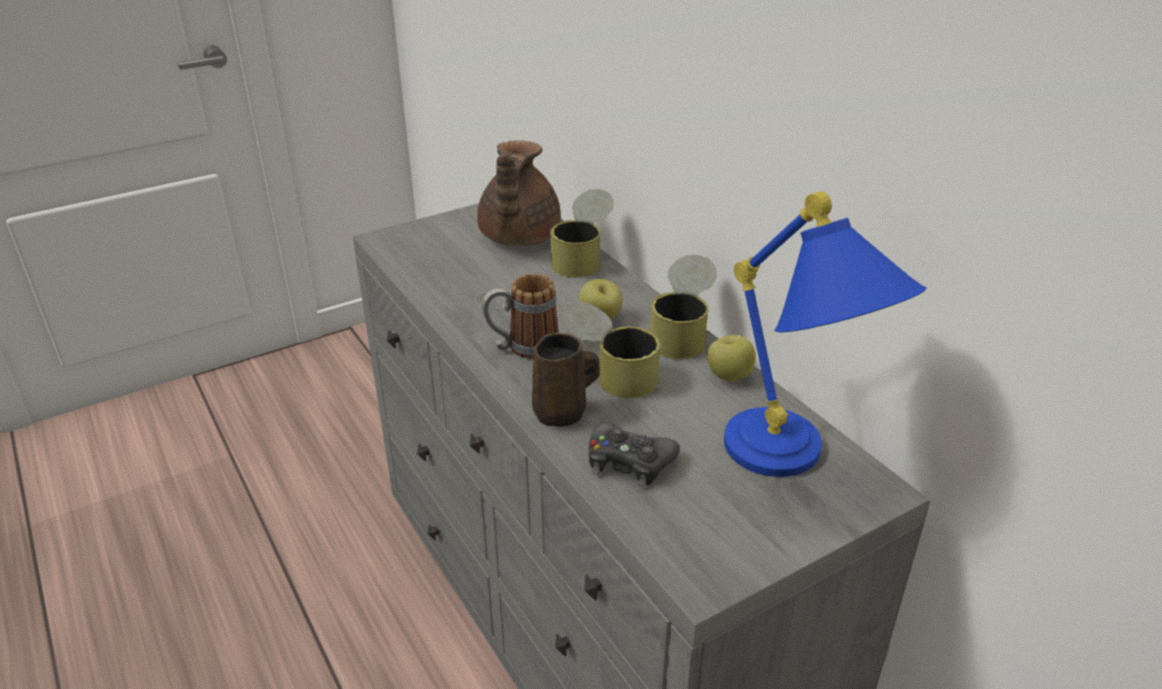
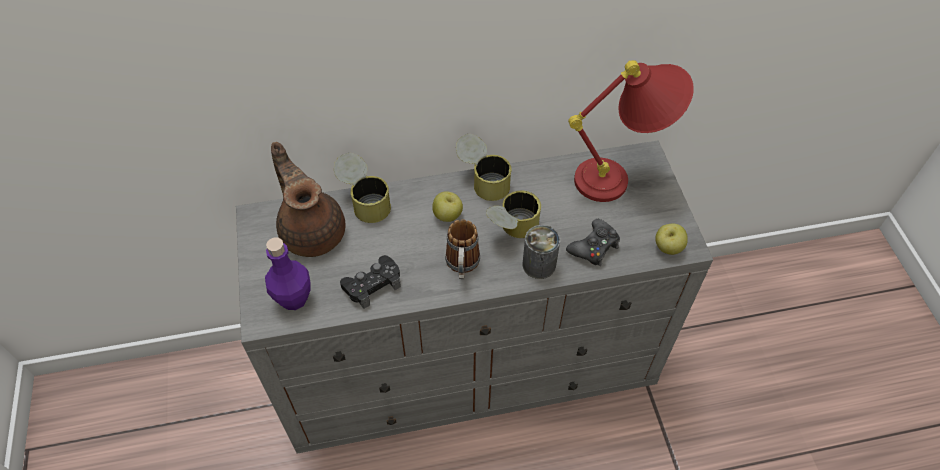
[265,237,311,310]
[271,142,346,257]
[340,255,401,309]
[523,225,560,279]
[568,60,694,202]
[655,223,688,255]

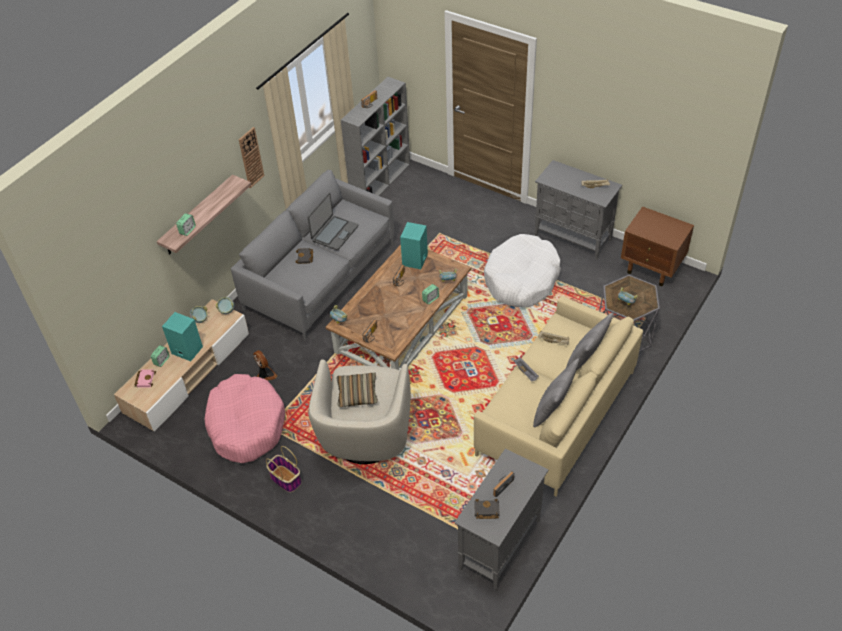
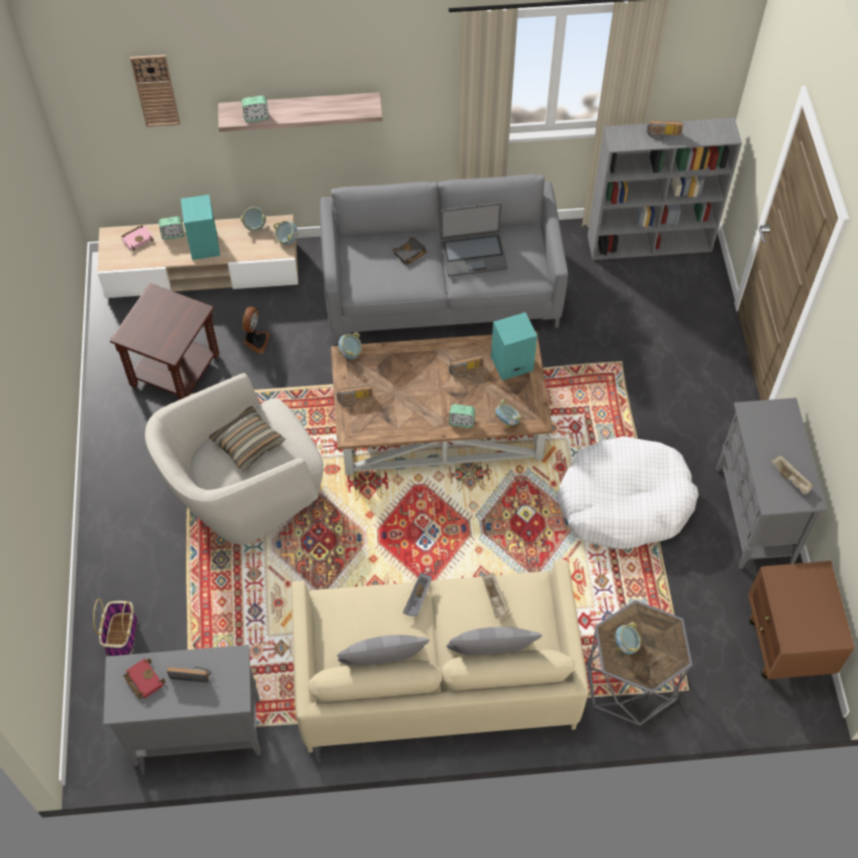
[93,599,137,656]
[110,283,219,400]
[123,658,166,699]
[130,55,180,127]

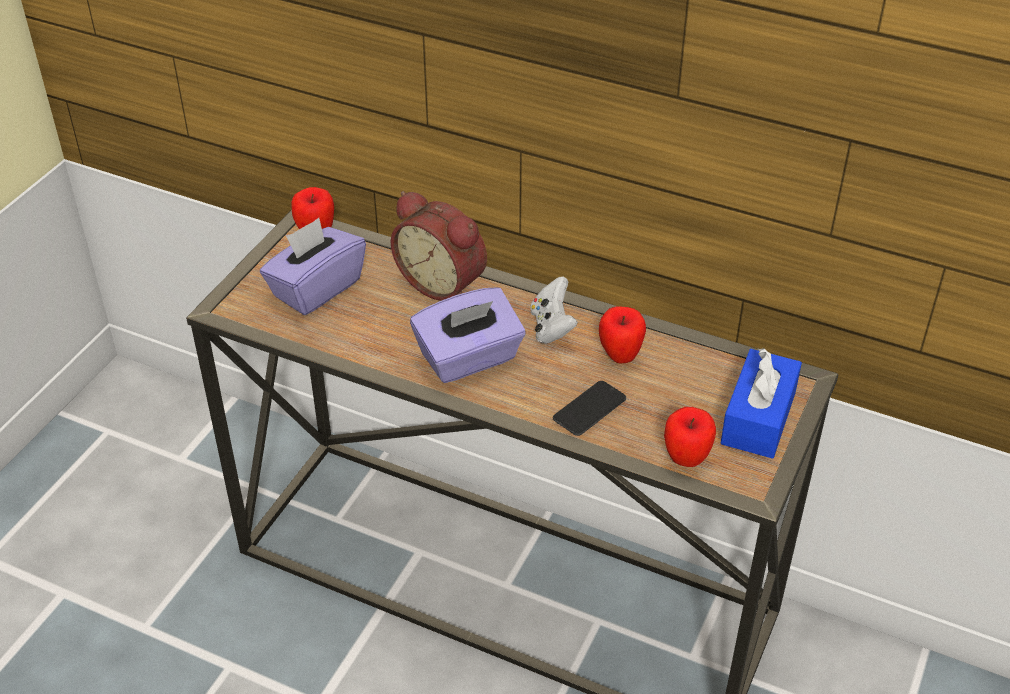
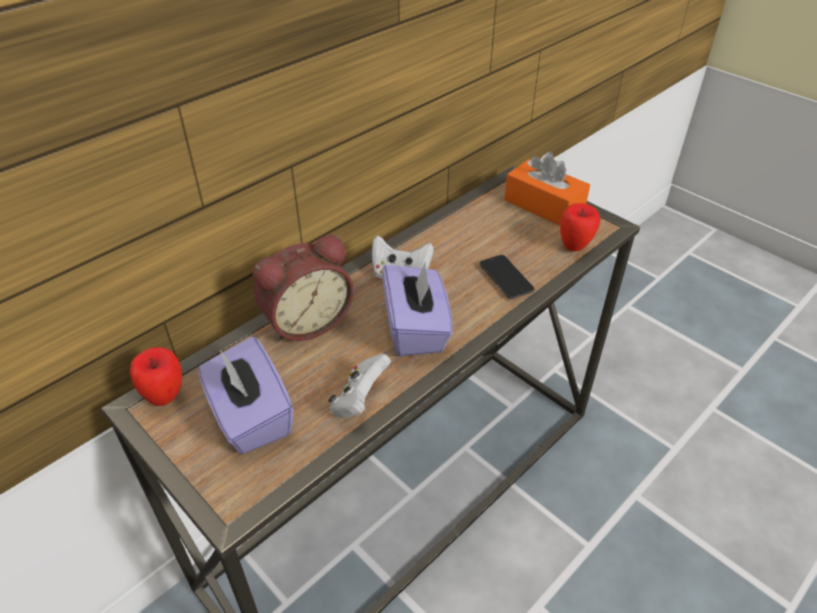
[328,354,391,418]
[504,152,590,226]
[599,306,646,364] (first image)

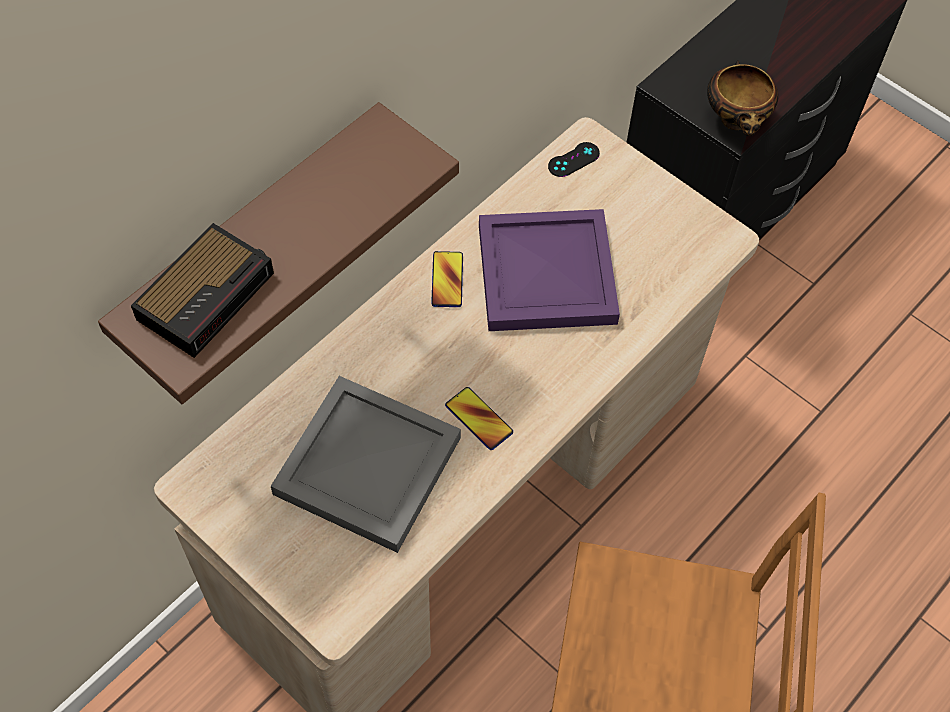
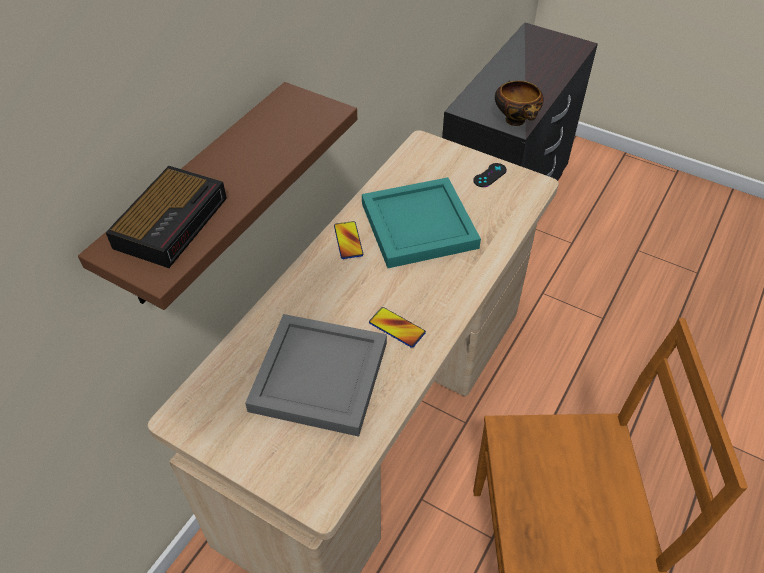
[362,177,481,268]
[473,163,507,187]

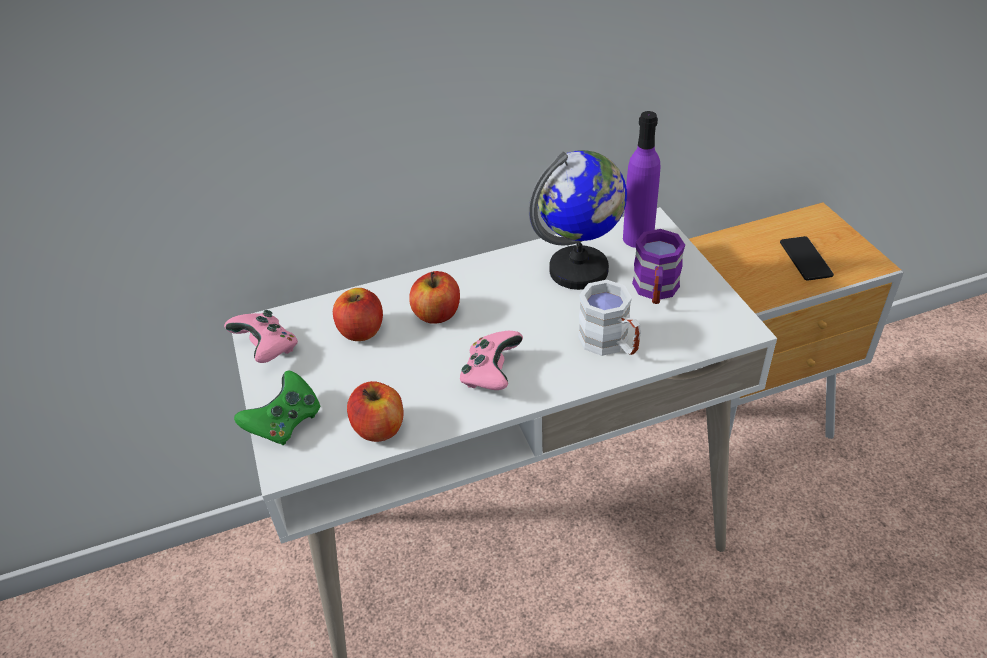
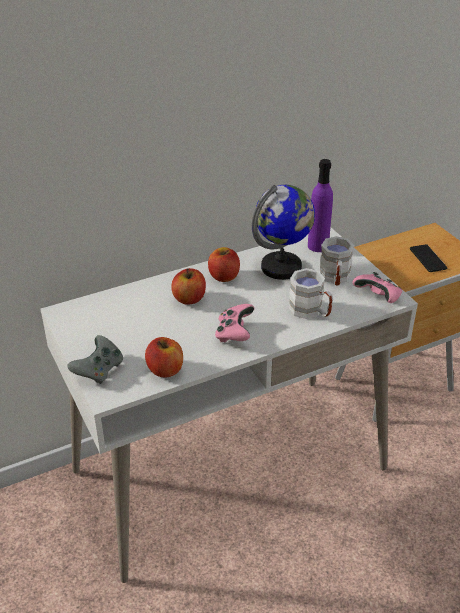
[67,335,123,384]
[208,247,240,282]
[319,236,354,285]
[352,272,402,303]

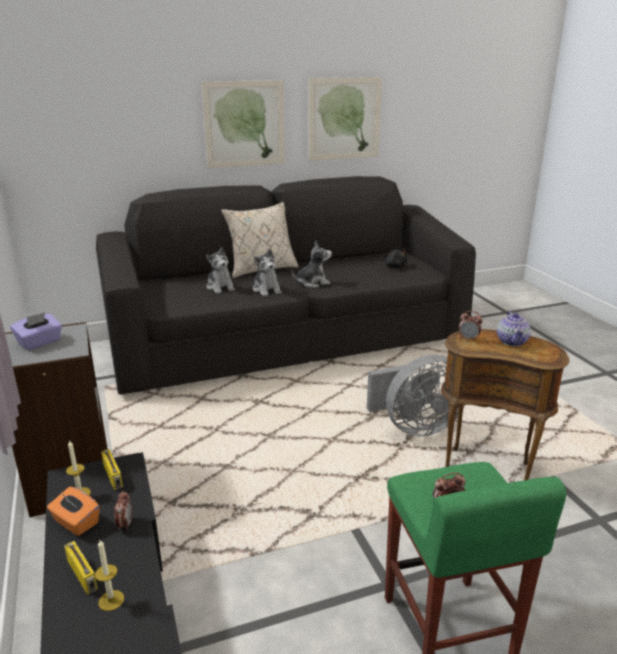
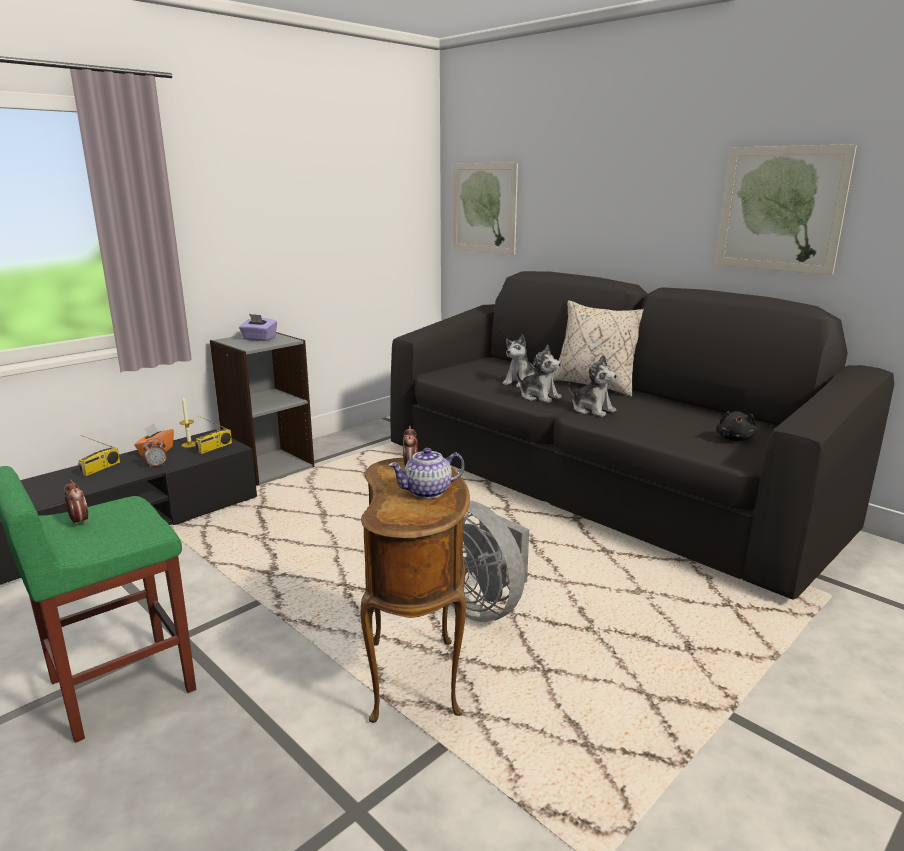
[453,163,518,255]
[517,345,561,403]
[95,540,124,611] (first image)

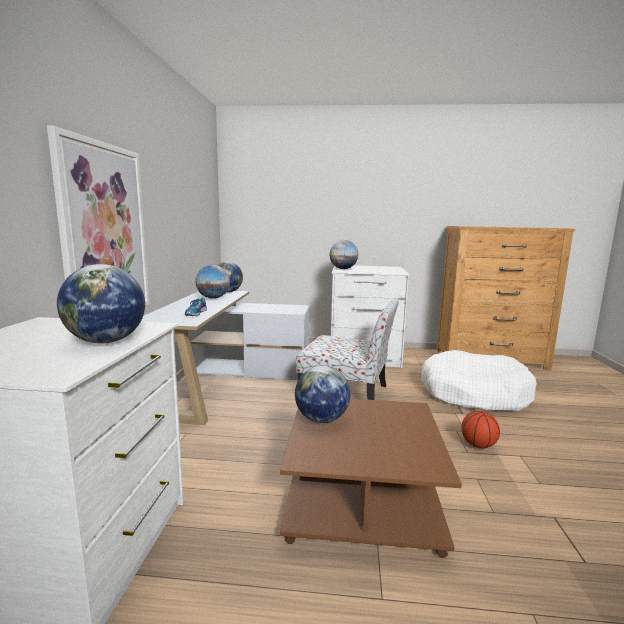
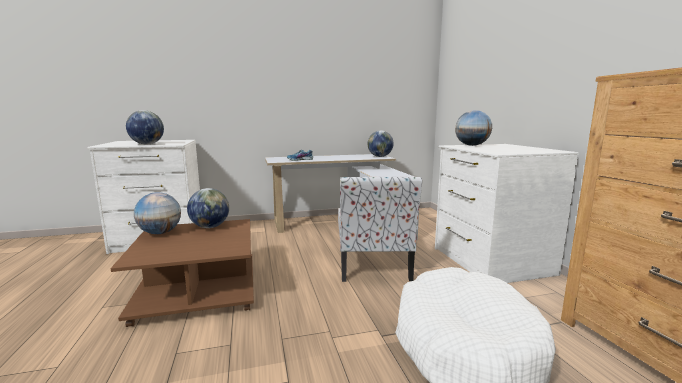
[134,192,181,234]
[47,126,149,306] (first image)
[461,411,500,448] (first image)

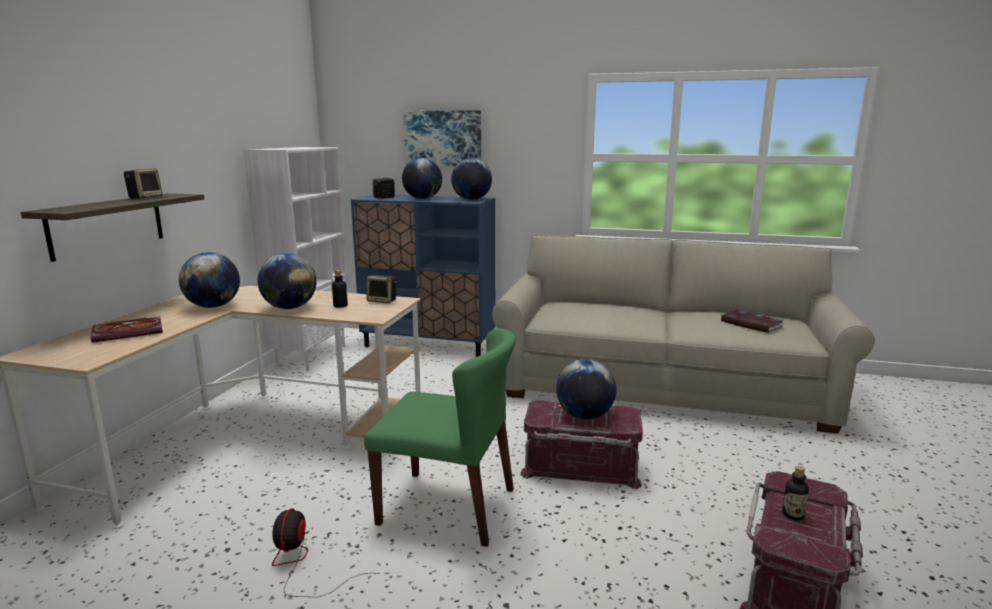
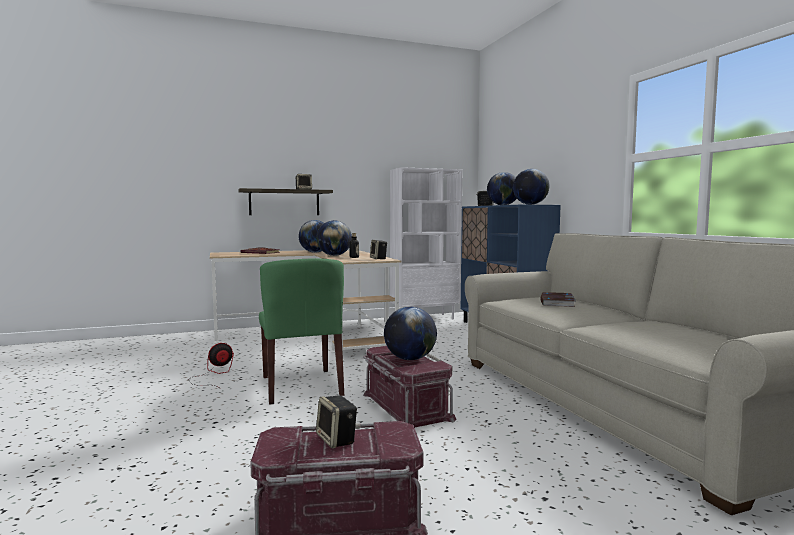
[316,395,357,448]
[540,292,576,307]
[403,110,481,166] (first image)

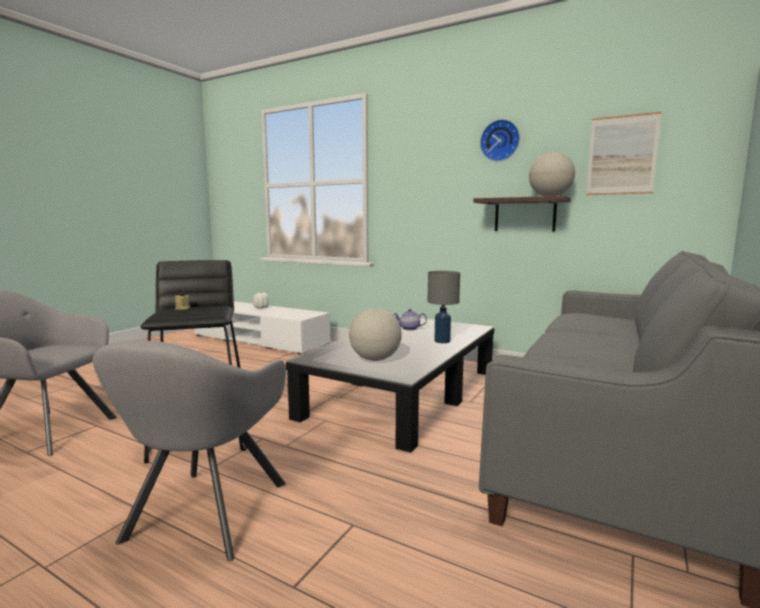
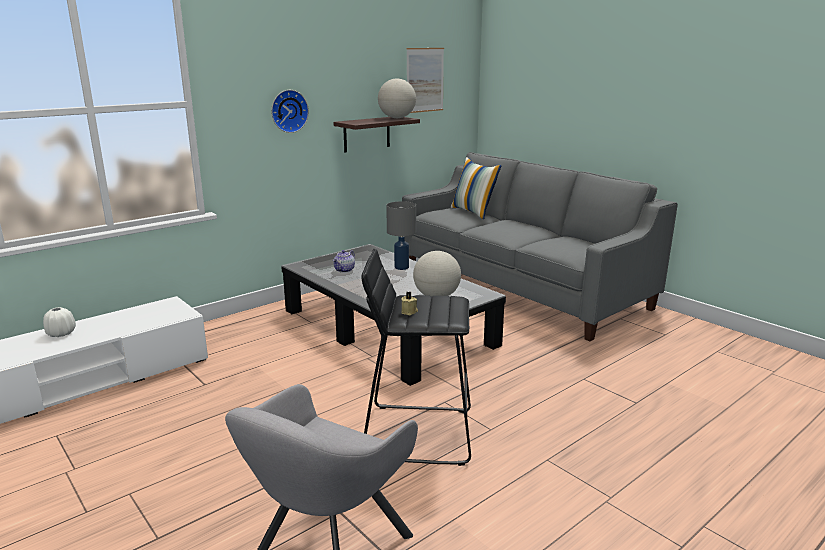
[271,90,309,133]
[451,157,501,219]
[93,340,286,561] (first image)

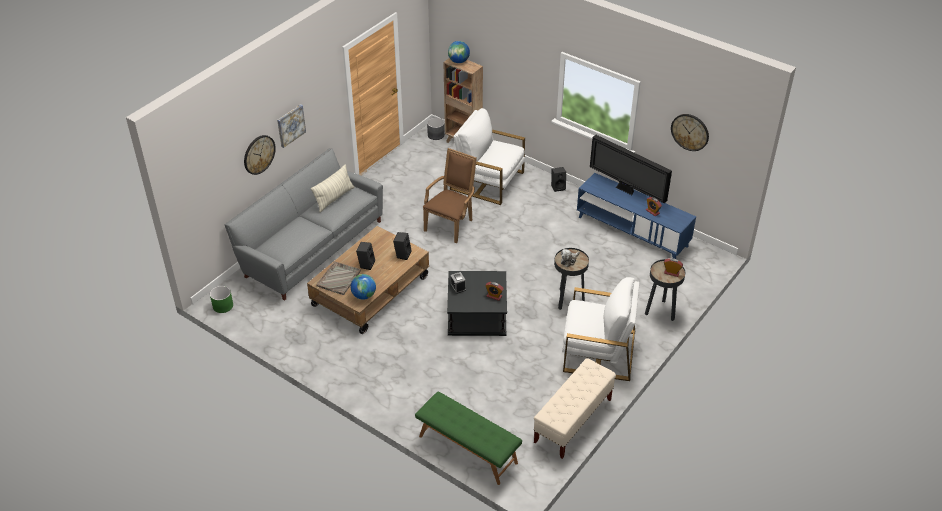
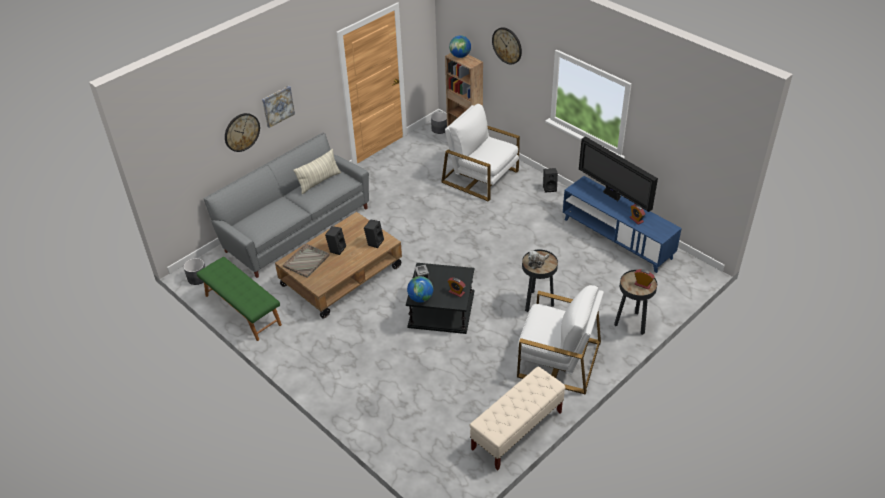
[183,258,205,285]
[196,257,282,341]
[407,276,433,303]
[492,27,522,64]
[423,148,477,243] (first image)

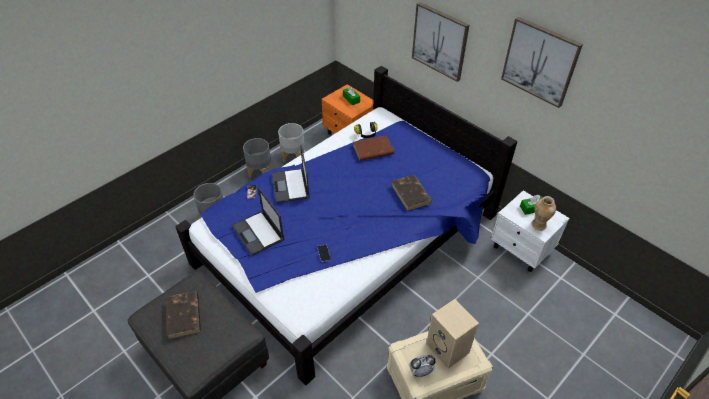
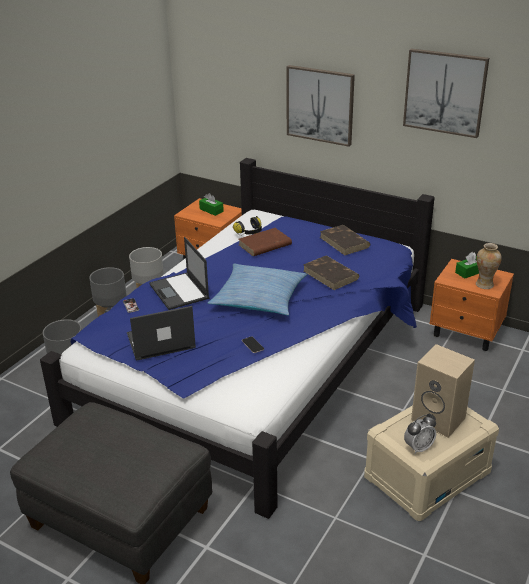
[127,306,196,361]
[208,263,307,315]
[320,225,370,255]
[430,259,514,351]

